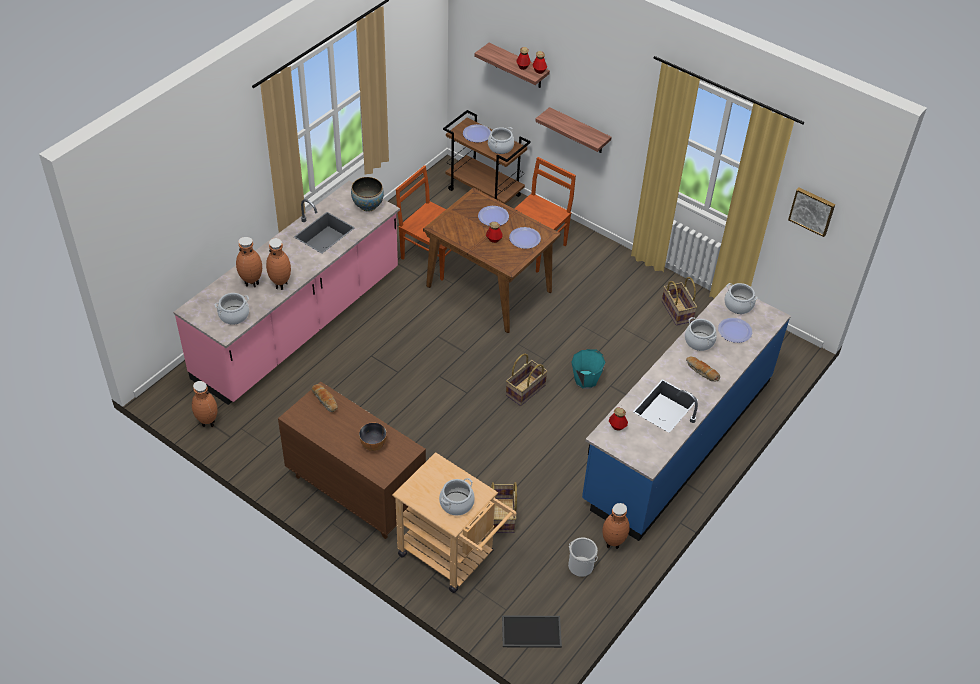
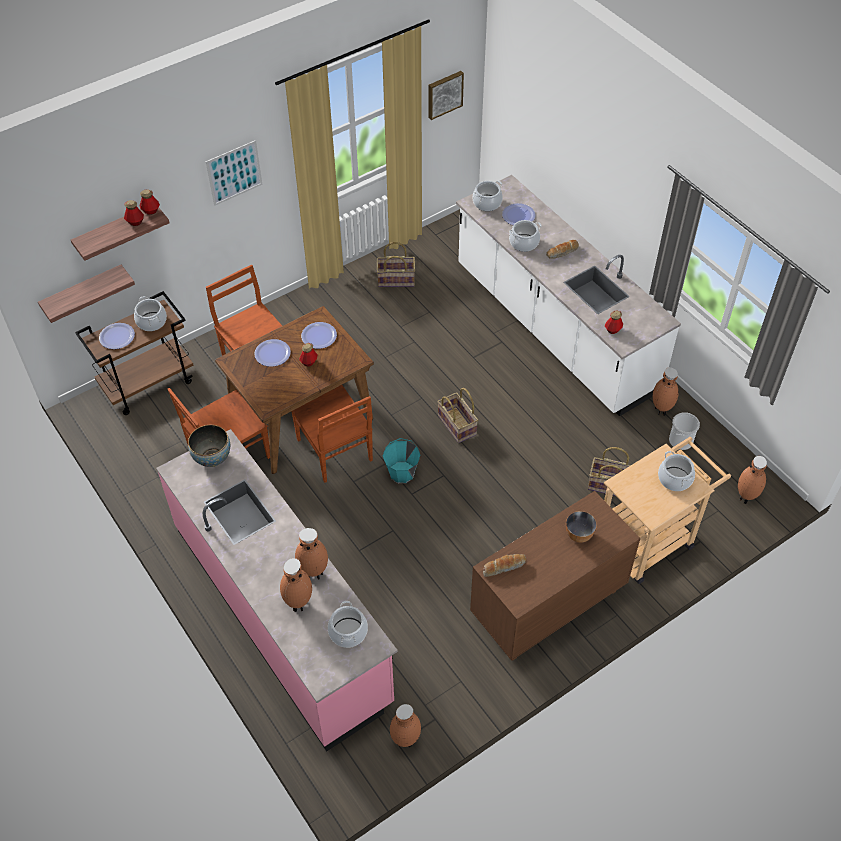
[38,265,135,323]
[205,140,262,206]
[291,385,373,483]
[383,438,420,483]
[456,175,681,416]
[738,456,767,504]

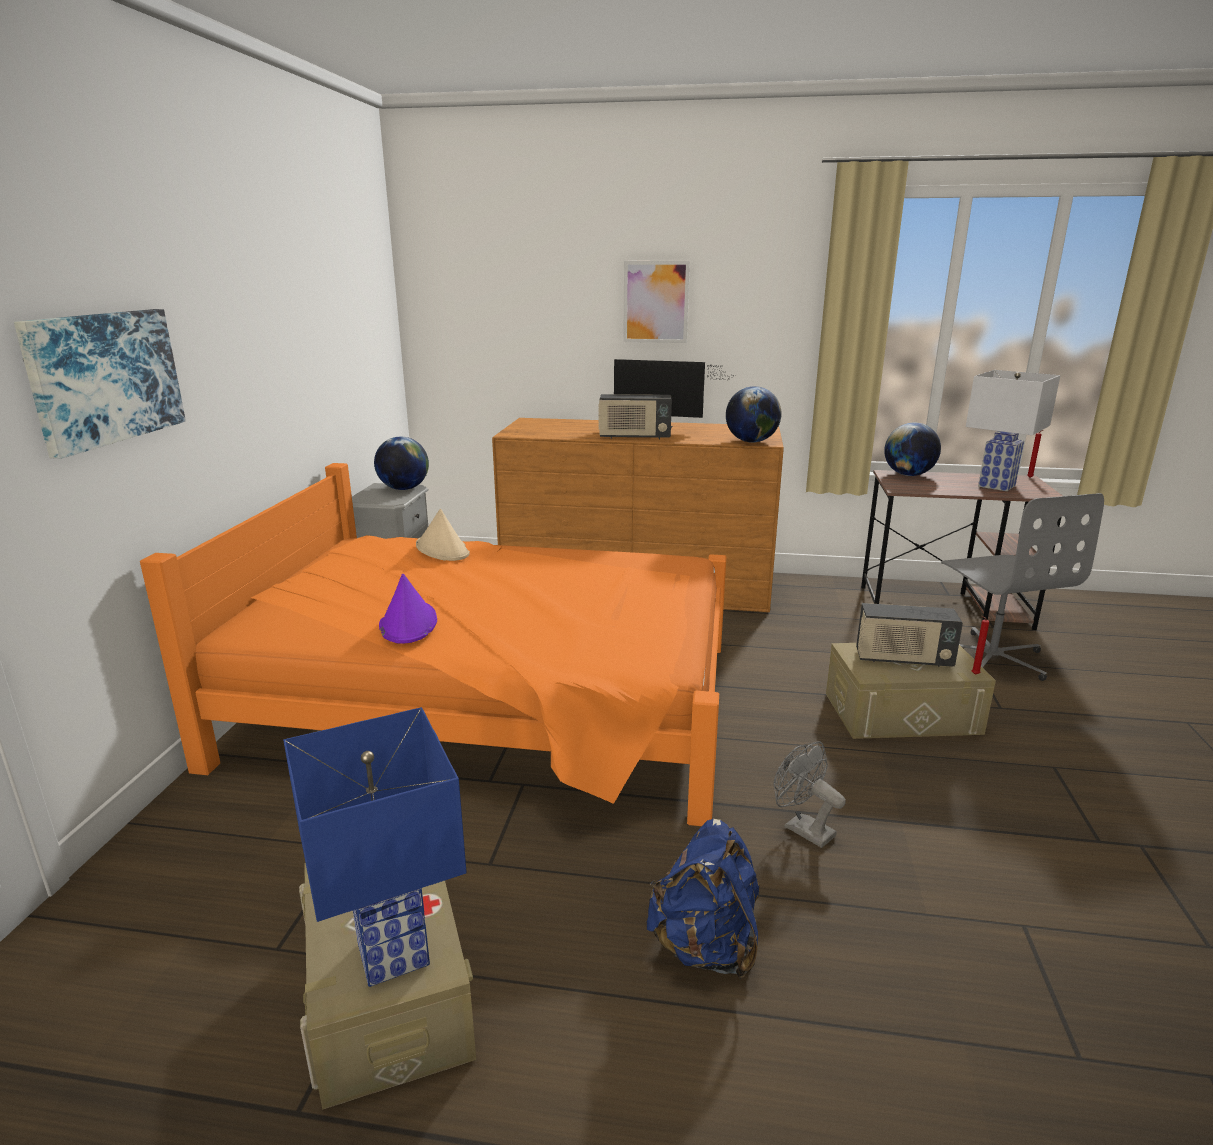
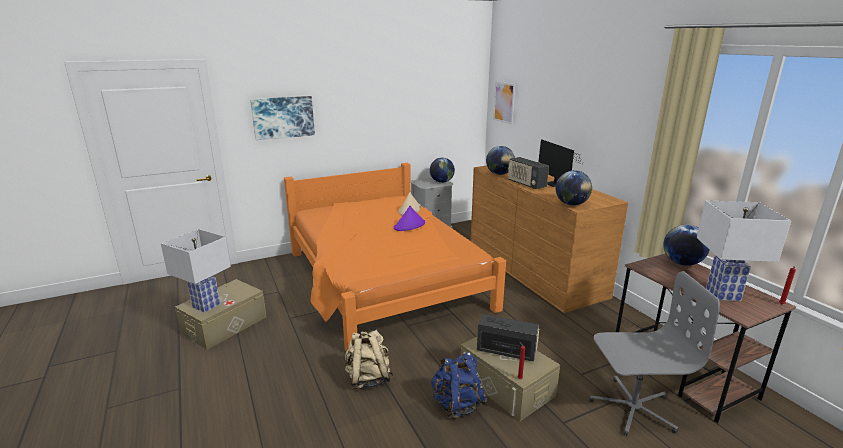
[161,229,231,313]
[345,330,394,389]
[394,206,425,231]
[431,352,487,419]
[477,314,539,362]
[486,146,515,175]
[493,81,515,125]
[589,271,720,436]

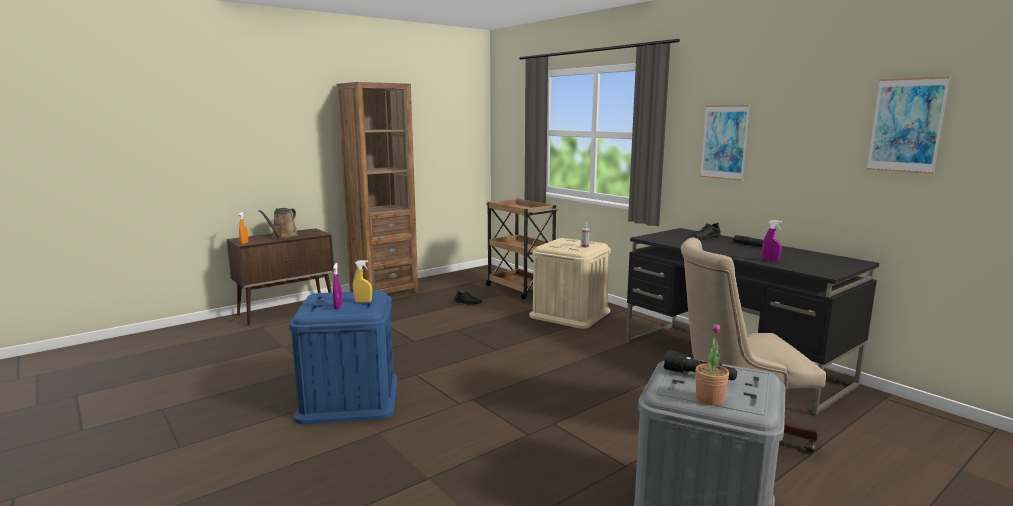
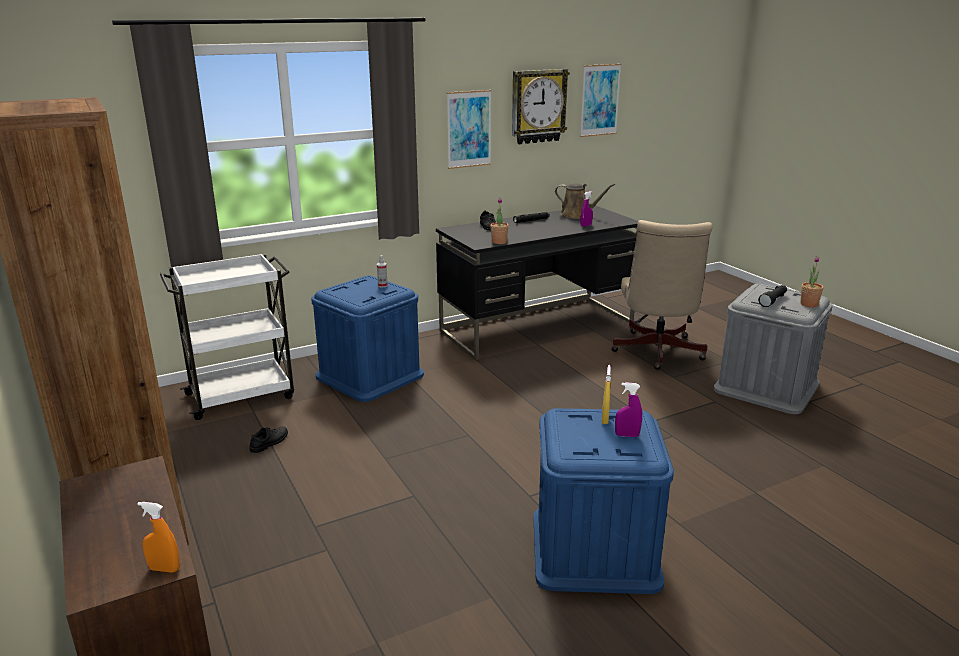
[160,253,294,420]
[311,276,424,402]
[491,198,508,244]
[512,69,570,144]
[555,183,615,219]

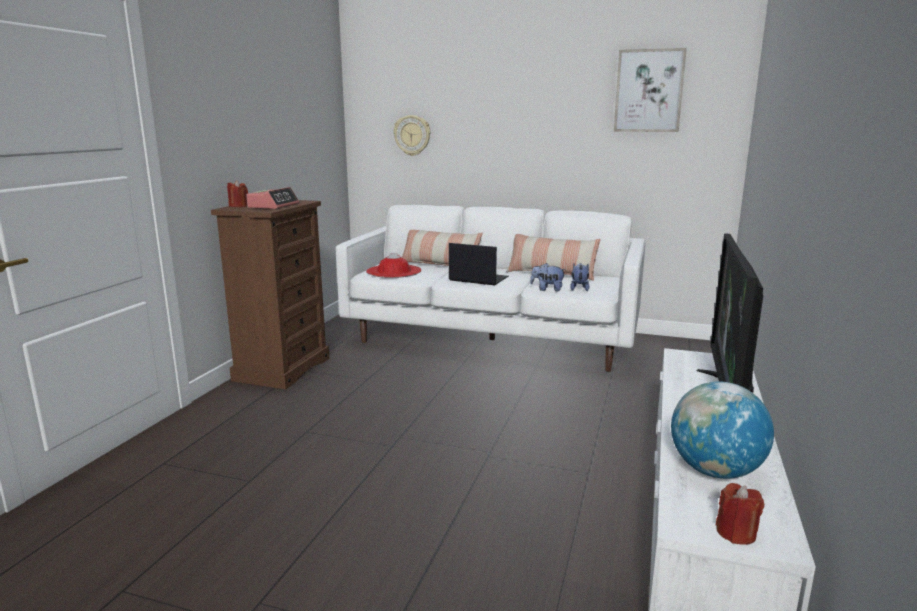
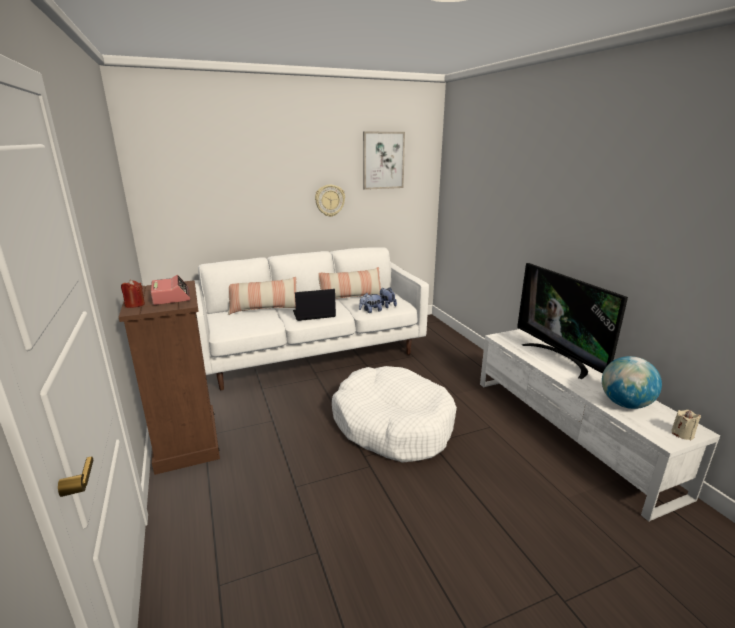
[315,184,345,217]
[332,366,457,463]
[671,410,701,440]
[366,253,422,278] (first image)

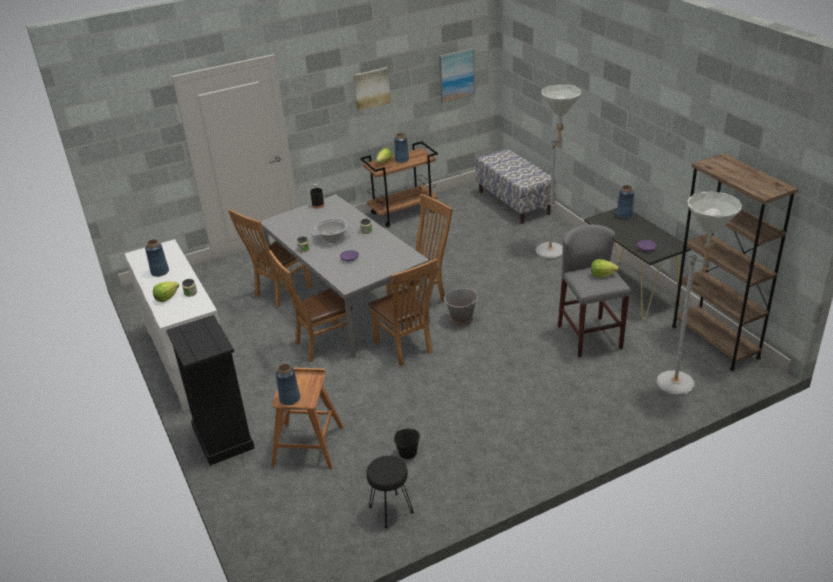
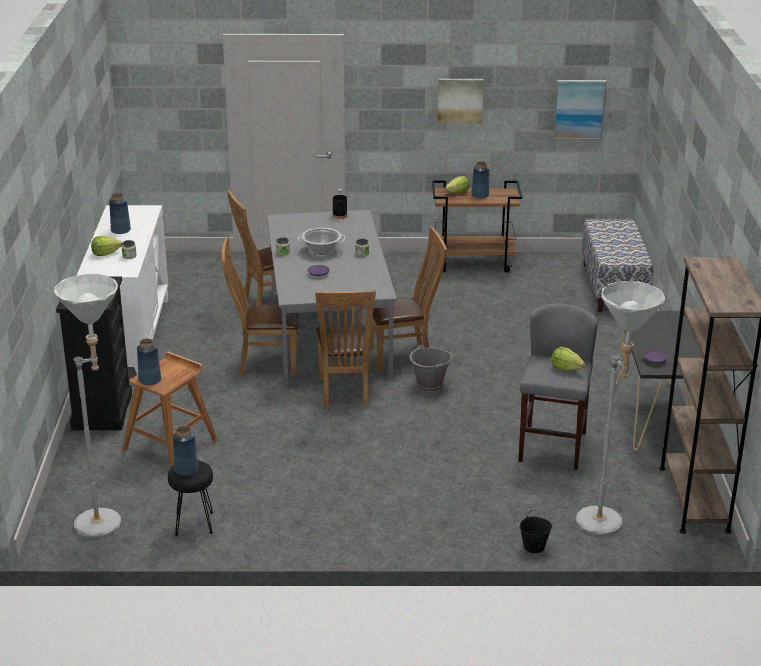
[54,274,121,538]
[173,426,199,476]
[520,510,552,553]

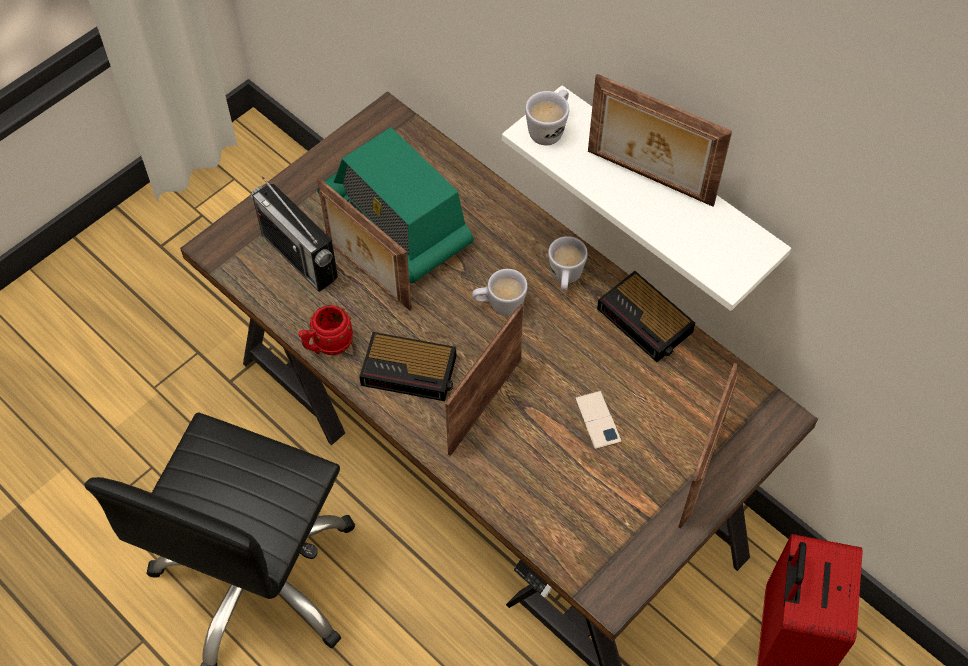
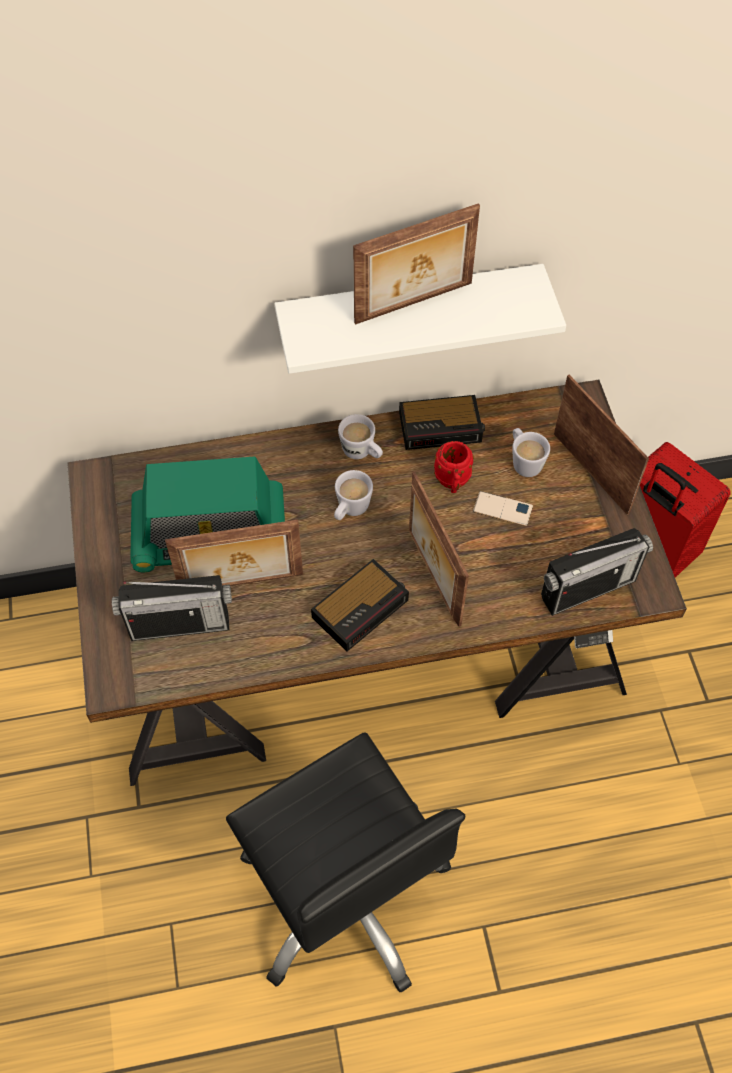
[434,441,474,493]
[512,428,550,477]
[541,528,653,616]

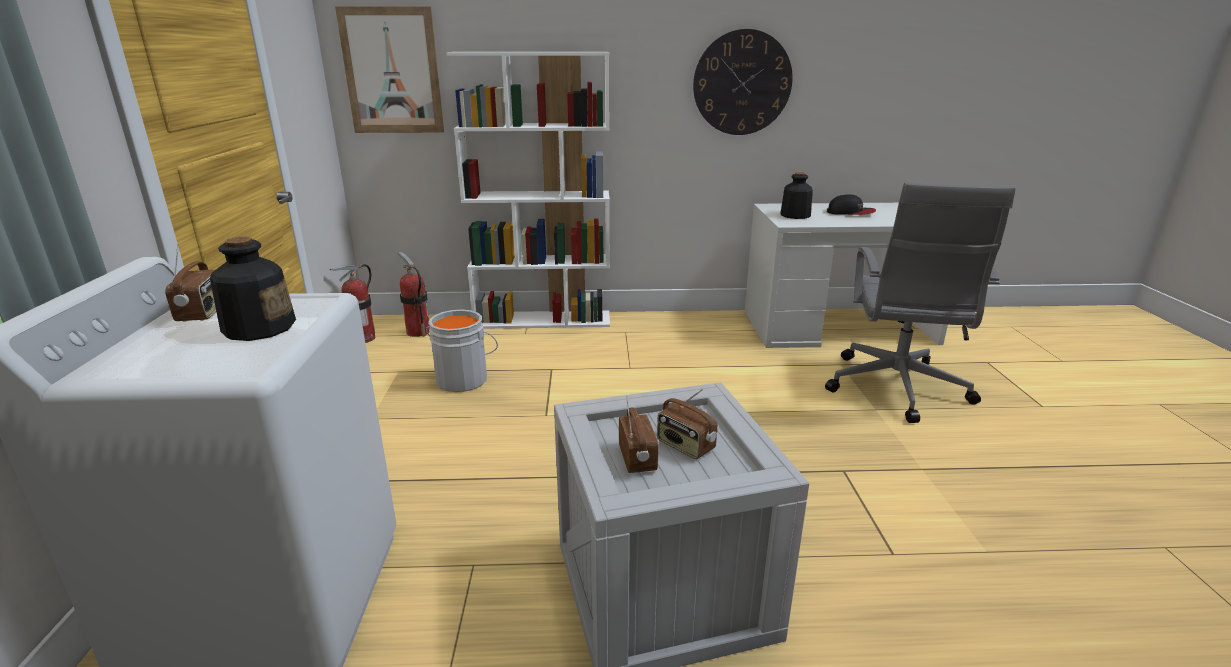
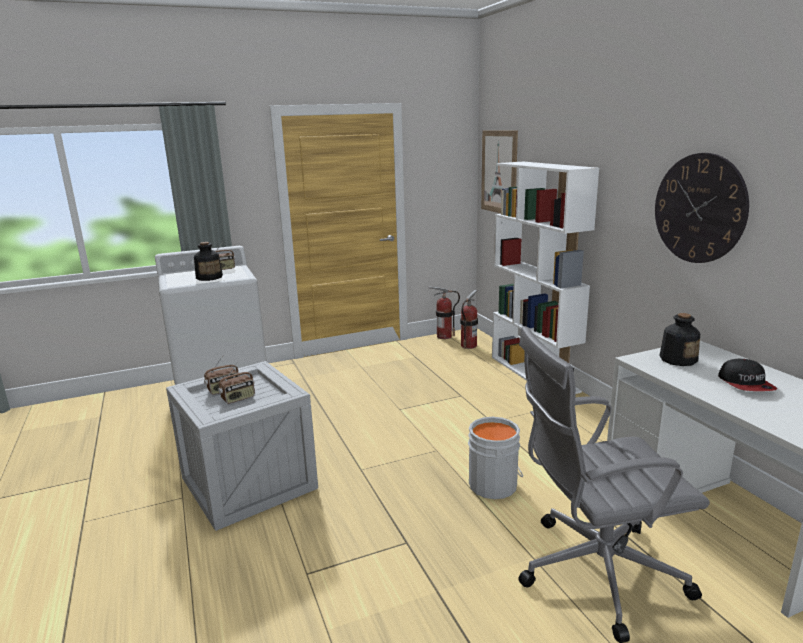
[218,362,255,404]
[468,417,523,499]

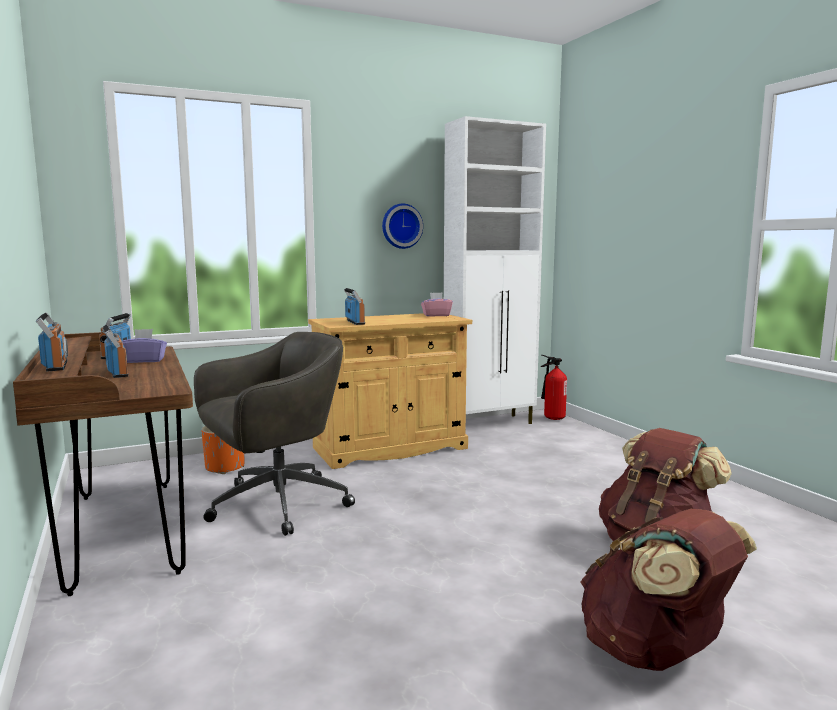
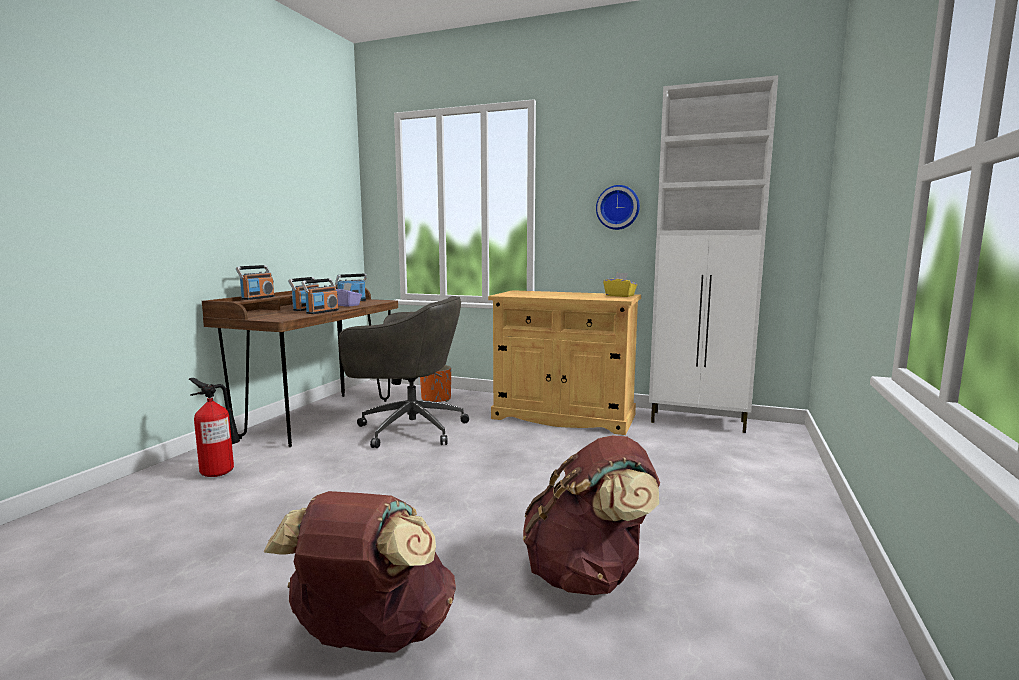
[189,378,240,477]
[301,278,339,314]
[603,273,637,297]

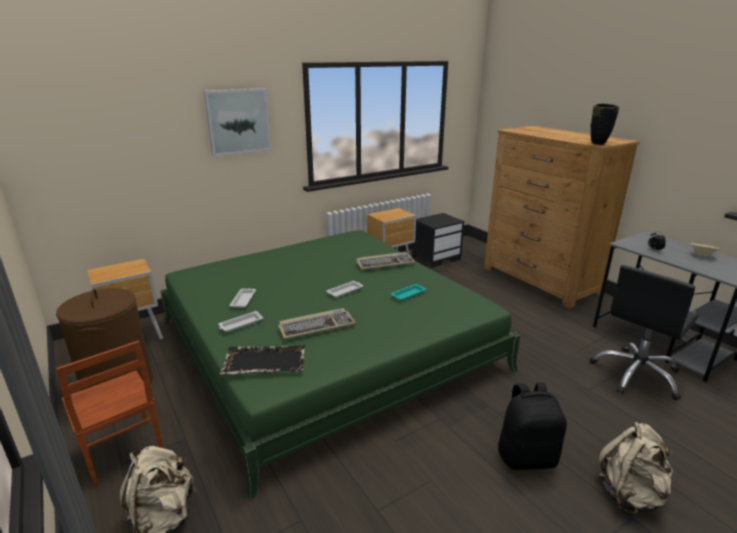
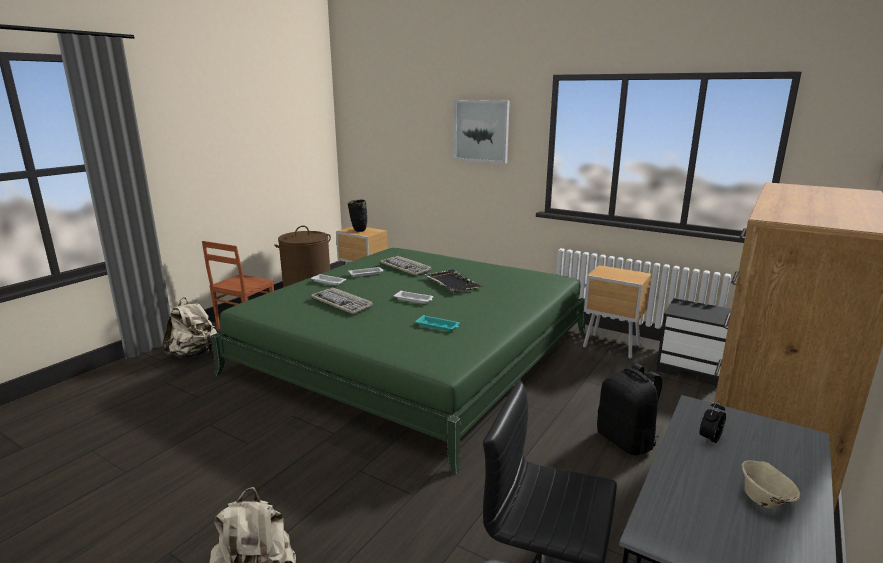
[347,200,367,232]
[379,256,431,275]
[423,270,483,293]
[597,364,662,455]

